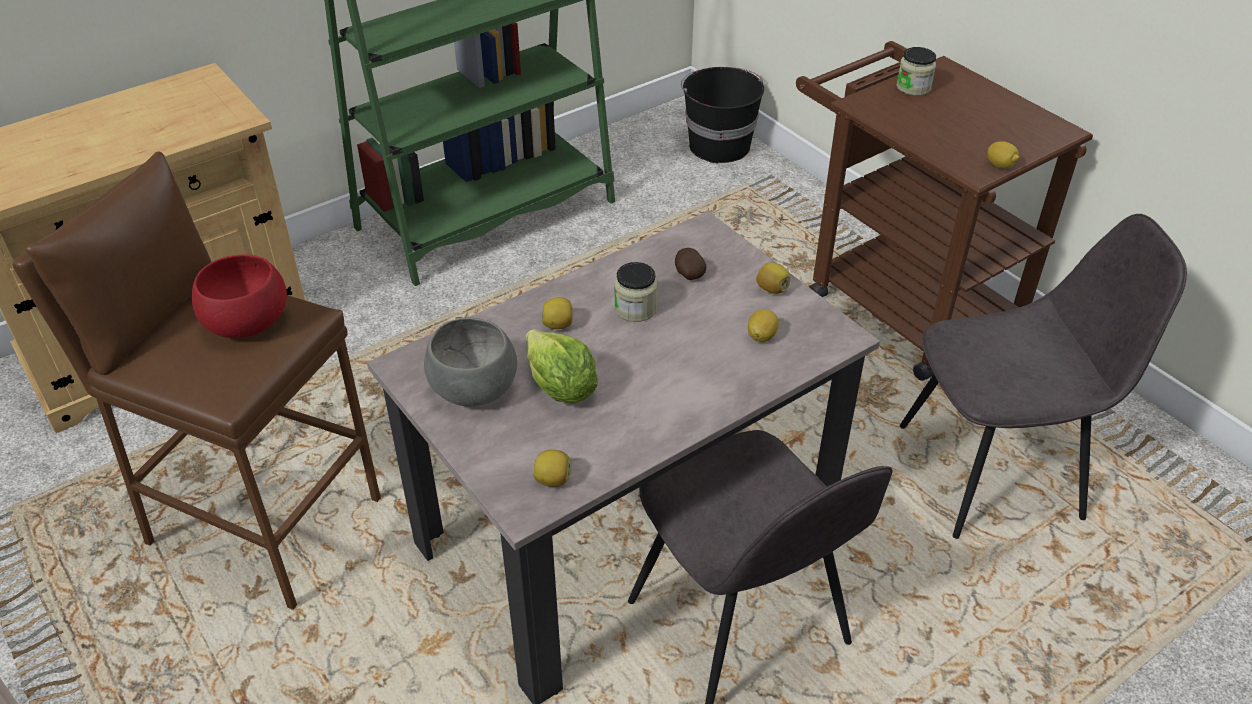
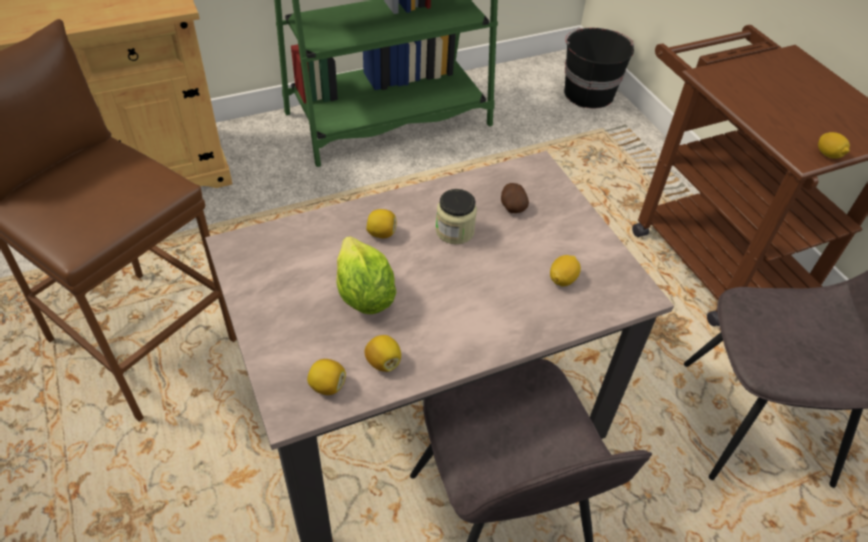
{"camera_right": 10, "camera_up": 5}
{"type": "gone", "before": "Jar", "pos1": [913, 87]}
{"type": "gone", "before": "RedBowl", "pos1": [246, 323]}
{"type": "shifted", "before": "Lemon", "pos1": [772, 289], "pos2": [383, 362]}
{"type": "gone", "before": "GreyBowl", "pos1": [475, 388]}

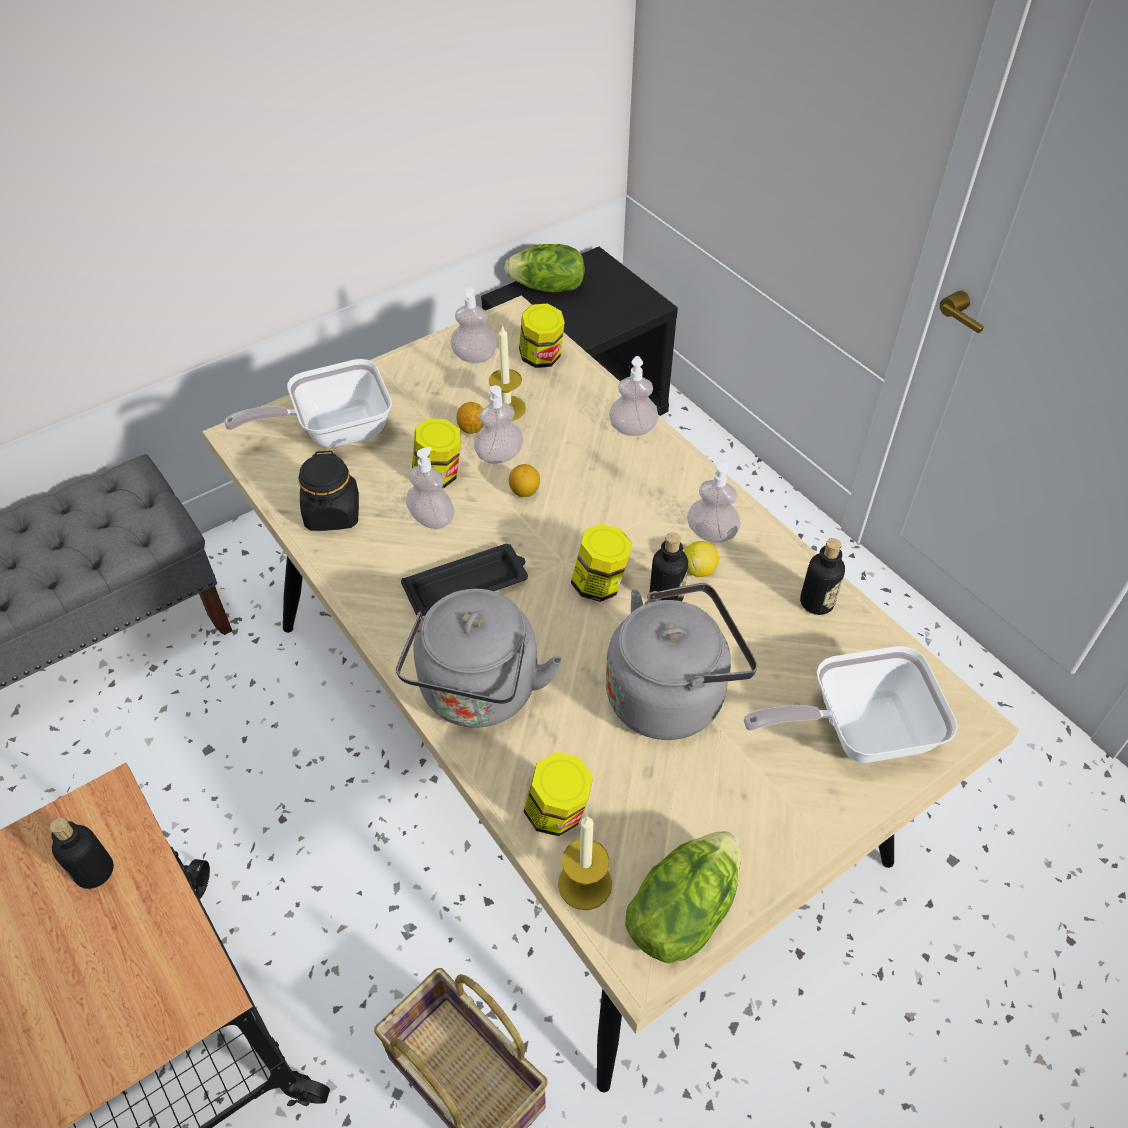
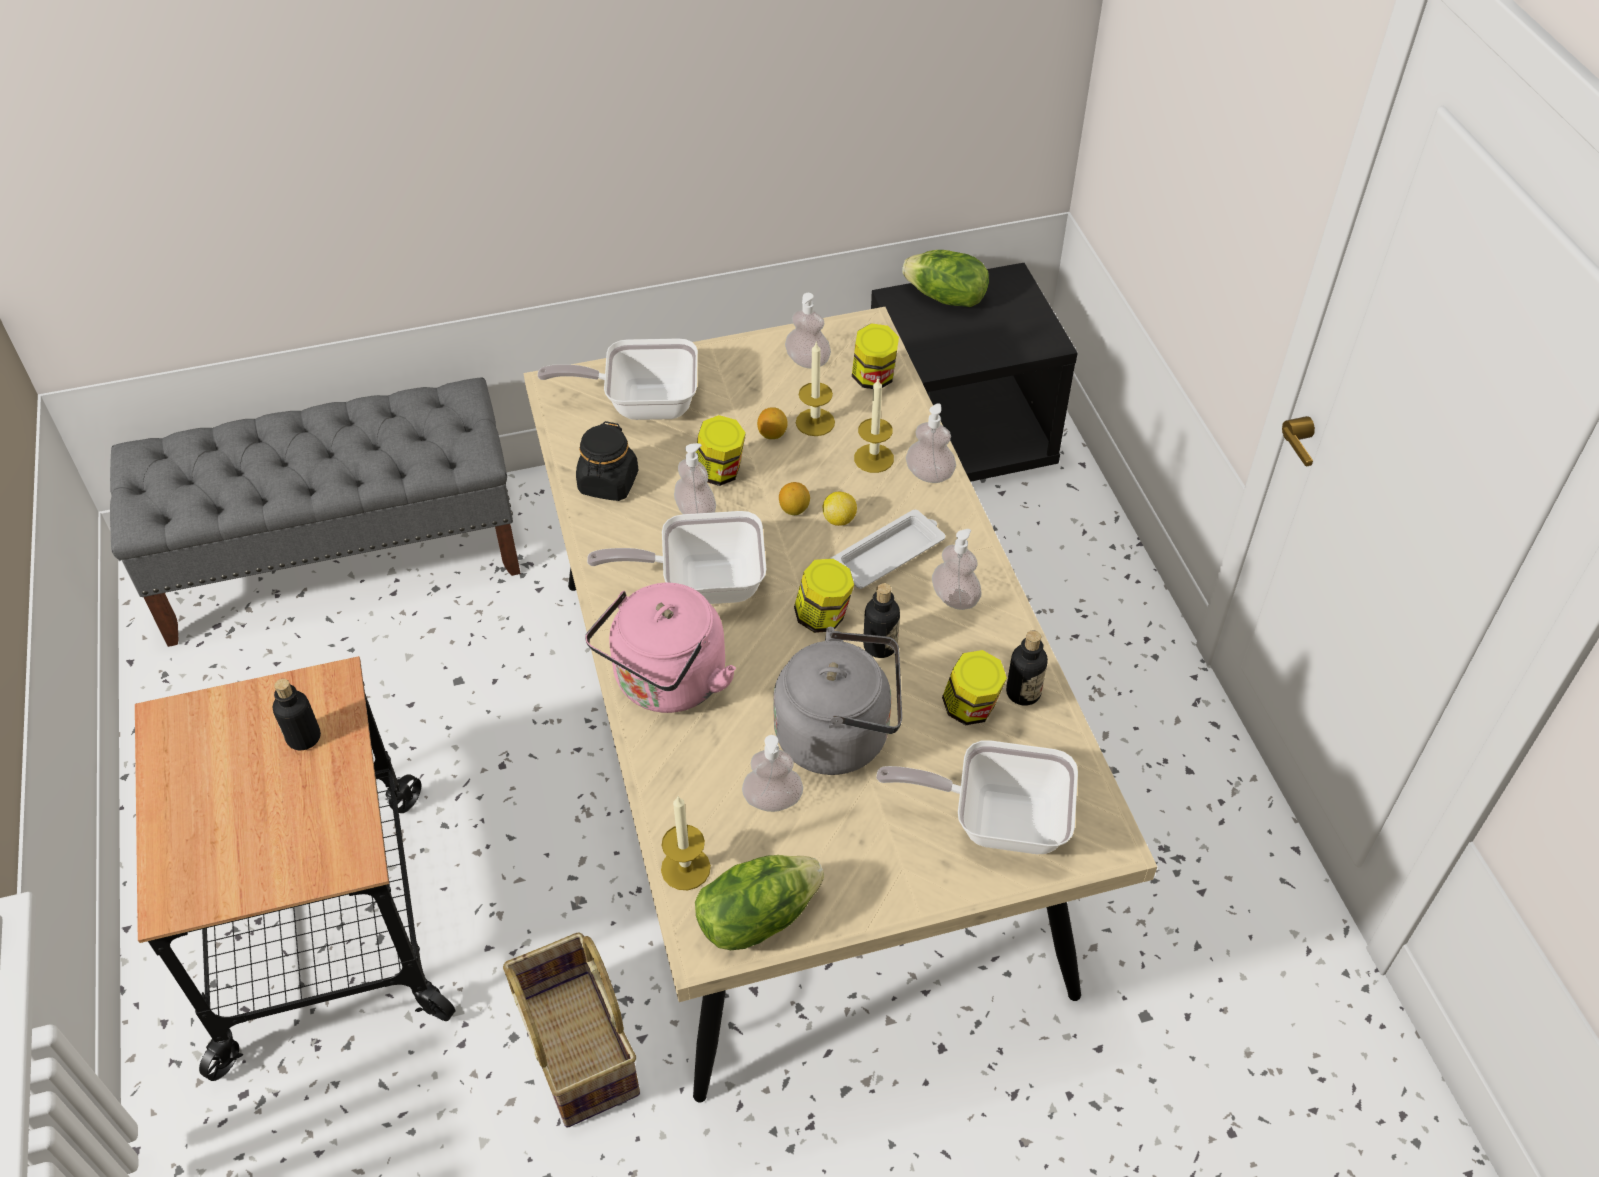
{"camera_right": 20, "camera_up": 0}
{"type": "shifted", "before": "SoapDispenser", "pos1": [499, 456], "pos2": [772, 800]}
{"type": "shifted", "before": "Lemon", "pos1": [699, 569], "pos2": [839, 519]}
{"type": "swapped", "before": "BlackTray", "after": "FryingPan", "pos1": [468, 585], "pos2": [701, 583]}
{"type": "repainted", "before": "GreyKettle", "after": "PinkKettle", "pos1": [478, 695], "pos2": [667, 684]}
{"type": "shifted", "before": "Jar", "pos1": [557, 813], "pos2": [971, 708]}
{"type": "new", "after": "Candle", "pos2": [873, 458]}
{"type": "new", "after": "WhiteTray", "pos2": [889, 554]}

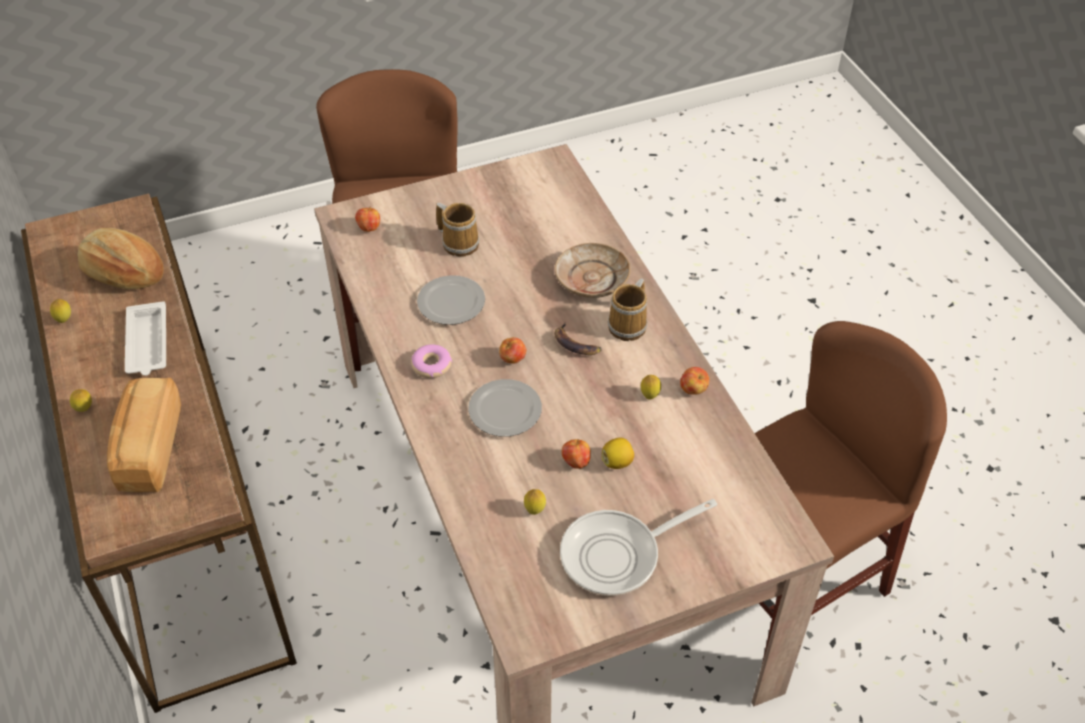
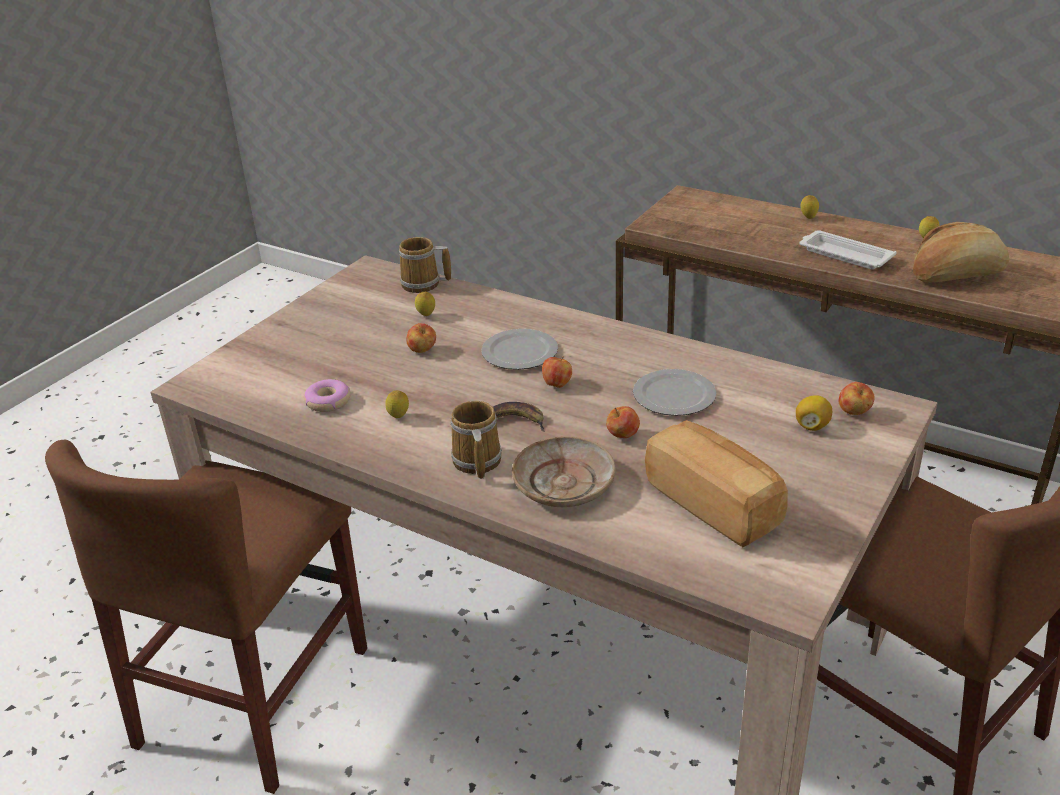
{"camera_right": 145, "camera_up": -15}
{"type": "shifted", "before": "Mug", "pos1": [459, 242], "pos2": [423, 284]}
{"type": "shifted", "before": "Donut", "pos1": [431, 365], "pos2": [328, 401]}
{"type": "shifted", "before": "Apple", "pos1": [693, 390], "pos2": [623, 436]}
{"type": "shifted", "before": "Bread", "pos1": [148, 449], "pos2": [714, 504]}
{"type": "shifted", "before": "Lemon", "pos1": [617, 462], "pos2": [812, 426]}
{"type": "gone", "before": "FryingPan", "pos1": [618, 555]}

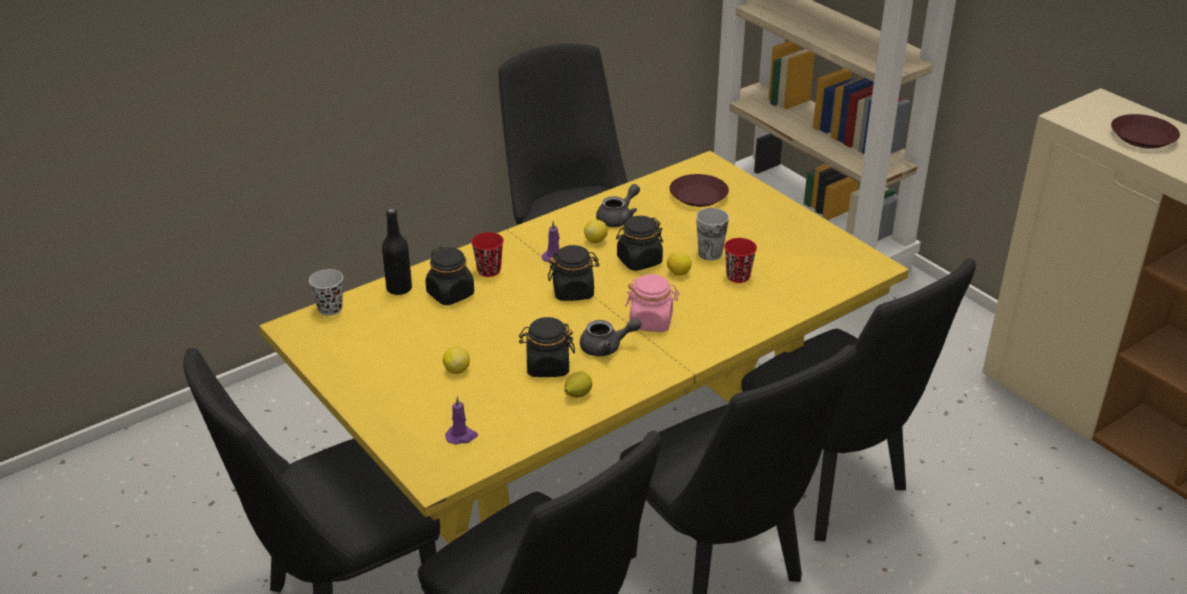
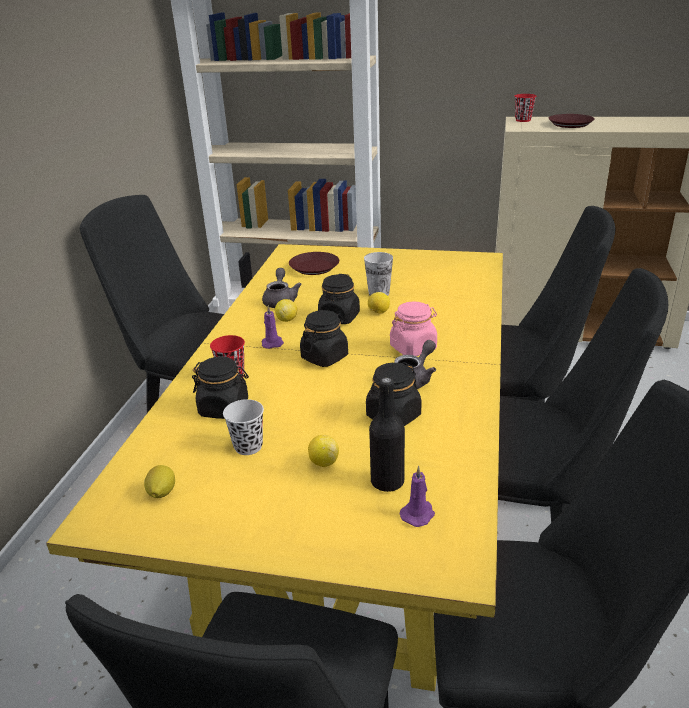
{"camera_right": -40, "camera_up": -5}
{"type": "shifted", "before": "BlackBottle", "pos1": [399, 289], "pos2": [387, 482]}
{"type": "shifted", "before": "RedCup", "pos1": [738, 276], "pos2": [523, 120]}
{"type": "shifted", "before": "BlackCup", "pos1": [330, 309], "pos2": [248, 446]}
{"type": "shifted", "before": "Lemon", "pos1": [577, 394], "pos2": [161, 493]}

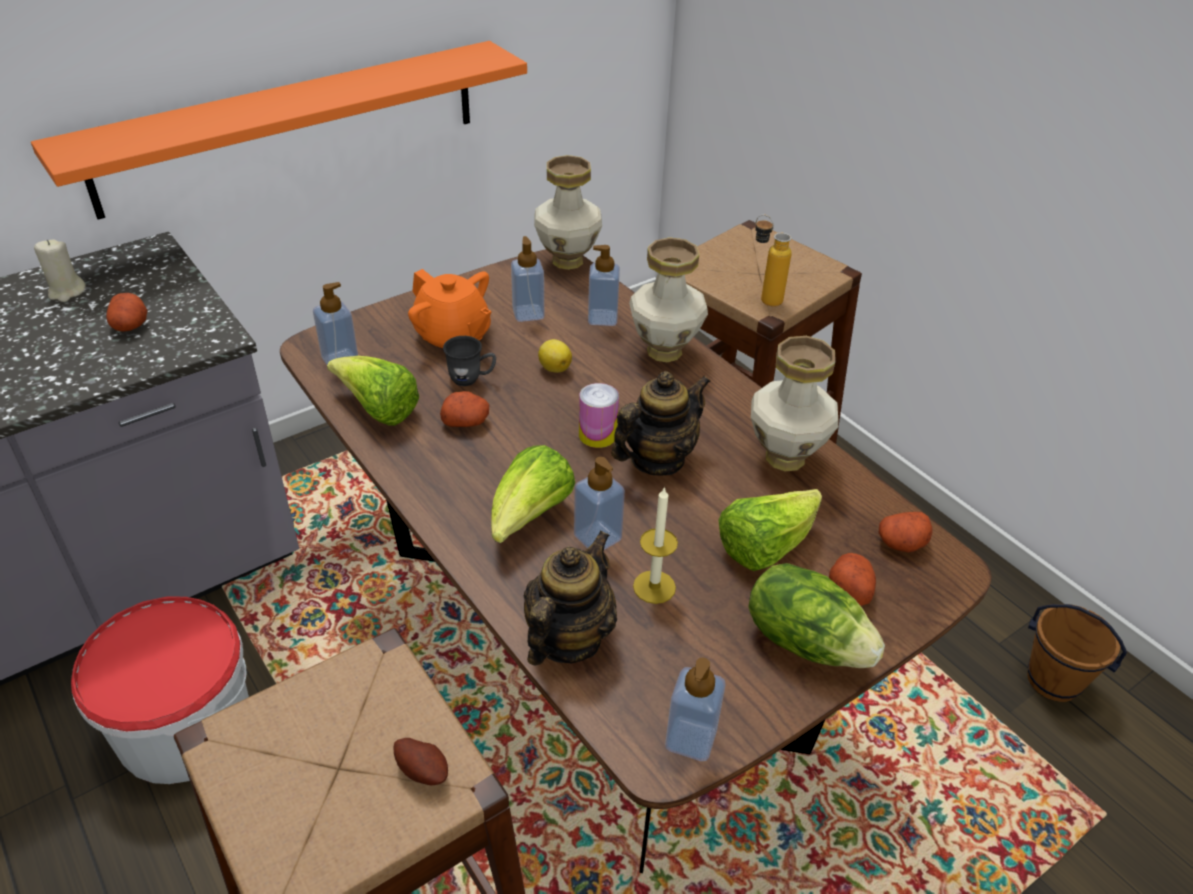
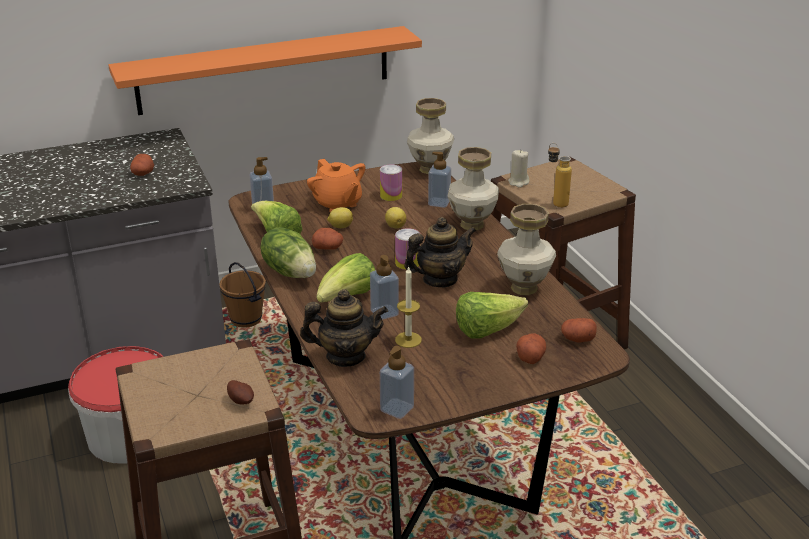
{"camera_right": 15, "camera_up": -10}
{"type": "swapped", "before": "SoapDispenser", "after": "Can", "pos1": [528, 313], "pos2": [391, 196]}
{"type": "shifted", "before": "BeigeCandle", "pos1": [66, 292], "pos2": [518, 182]}
{"type": "swapped", "before": "GreyMug", "after": "Lemon", "pos1": [471, 379], "pos2": [340, 226]}
{"type": "rotated", "before": "Teapot", "pos1": [567, 639], "pos2": [345, 356], "turn": 45}
{"type": "shifted", "before": "Lettuce", "pos1": [806, 640], "pos2": [290, 271]}
{"type": "shifted", "before": "BrownBucket", "pos1": [1052, 682], "pos2": [245, 320]}

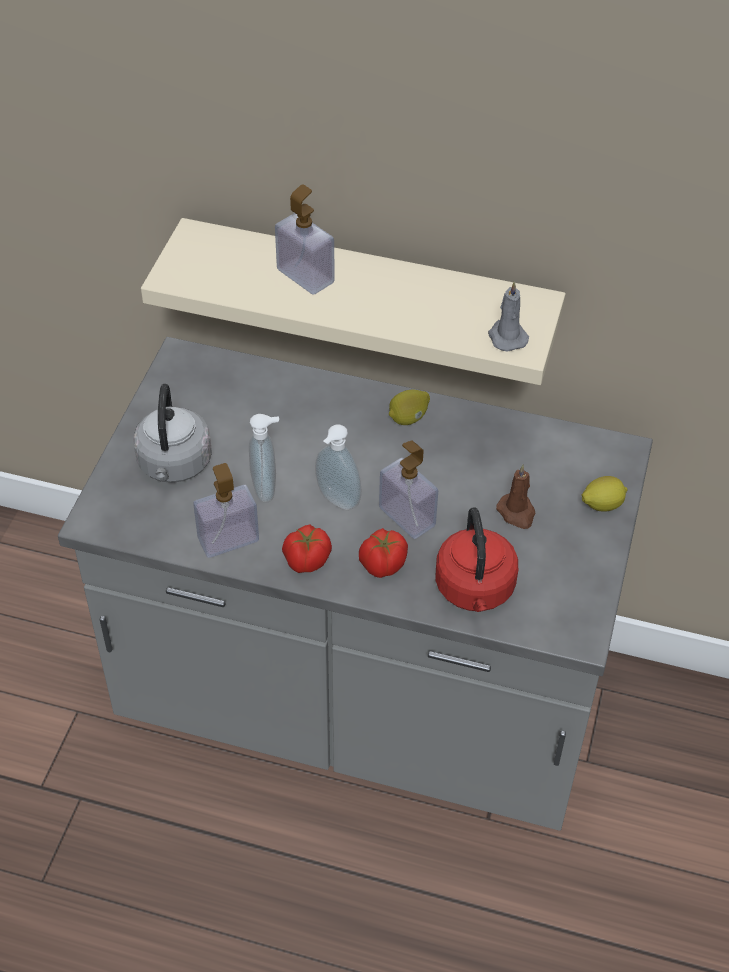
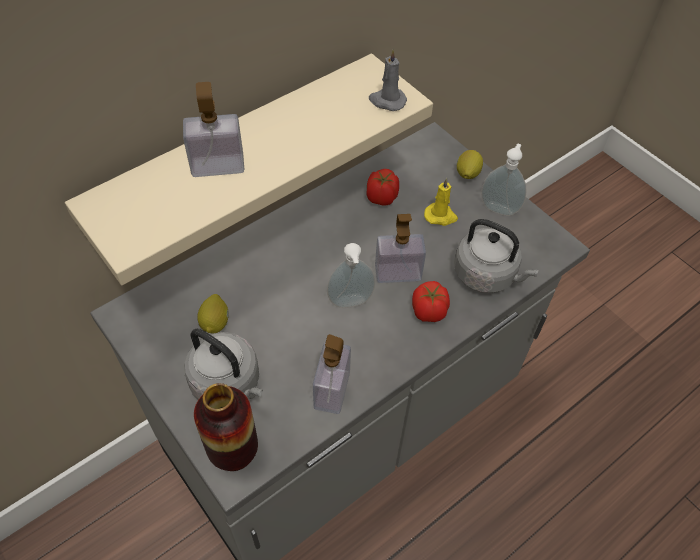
{"camera_right": -55, "camera_up": 5}
{"type": "shifted", "before": "Lemon", "pos1": [408, 418], "pos2": [215, 322]}
{"type": "shifted", "before": "SoapDispenser", "pos1": [267, 488], "pos2": [499, 208]}
{"type": "repainted", "before": "BrownCandle", "after": "YellowCandle", "pos1": [517, 513], "pos2": [441, 216]}
{"type": "repainted", "before": "RedKettle", "after": "GreyKettle", "pos1": [475, 590], "pos2": [487, 275]}
{"type": "shifted", "before": "Tomato", "pos1": [306, 561], "pos2": [381, 197]}
{"type": "new", "after": "Vase", "pos2": [233, 451]}

